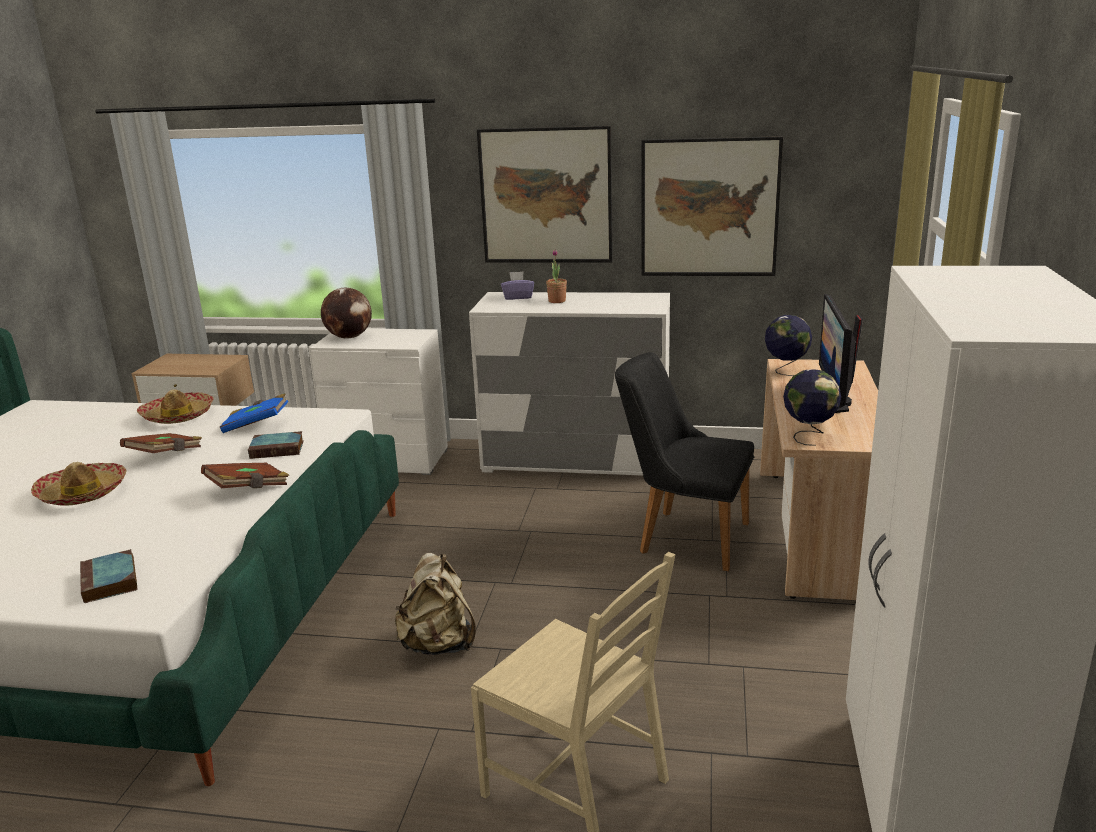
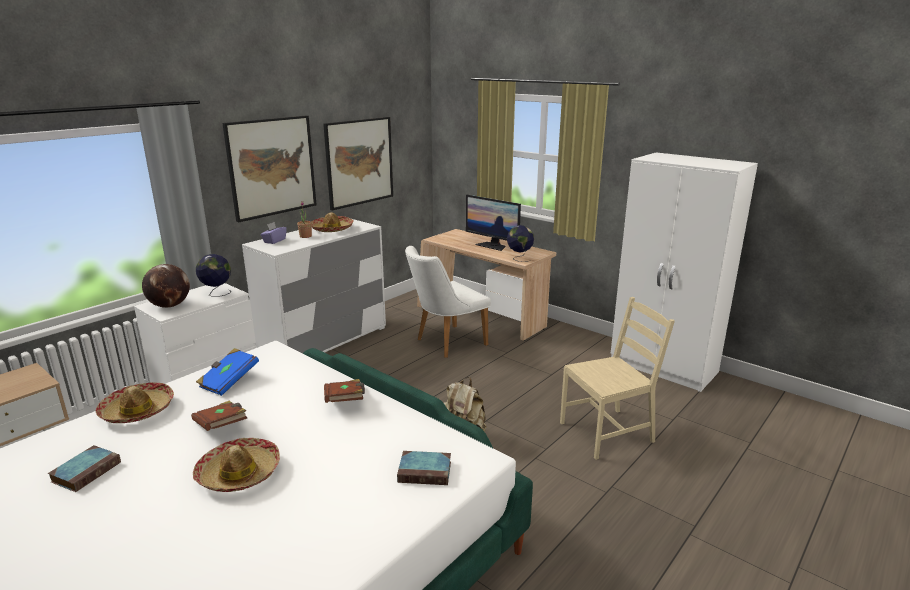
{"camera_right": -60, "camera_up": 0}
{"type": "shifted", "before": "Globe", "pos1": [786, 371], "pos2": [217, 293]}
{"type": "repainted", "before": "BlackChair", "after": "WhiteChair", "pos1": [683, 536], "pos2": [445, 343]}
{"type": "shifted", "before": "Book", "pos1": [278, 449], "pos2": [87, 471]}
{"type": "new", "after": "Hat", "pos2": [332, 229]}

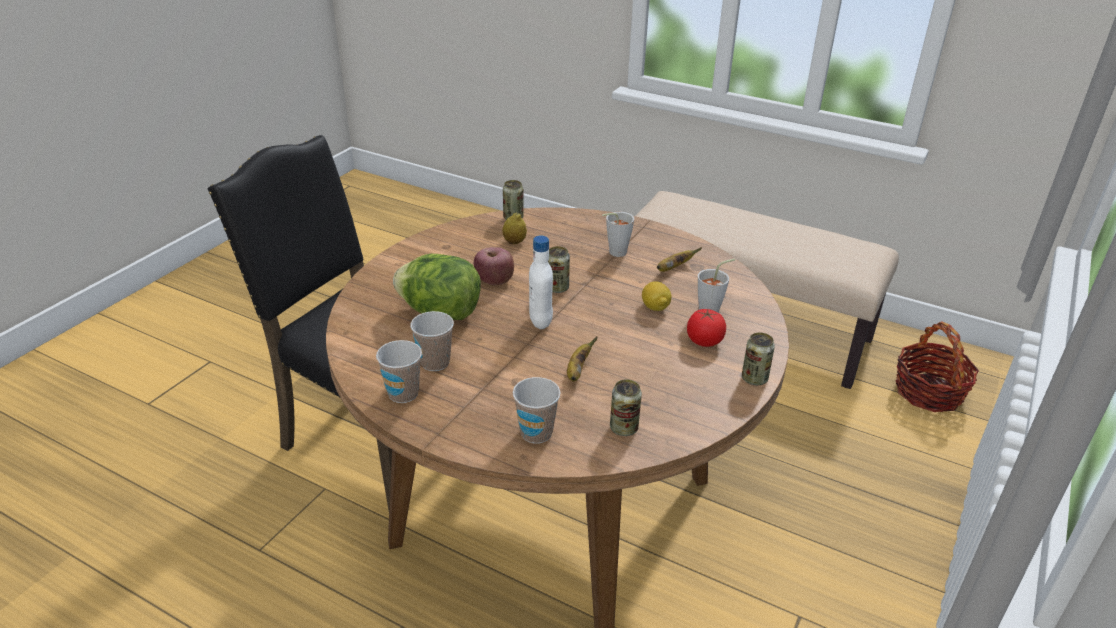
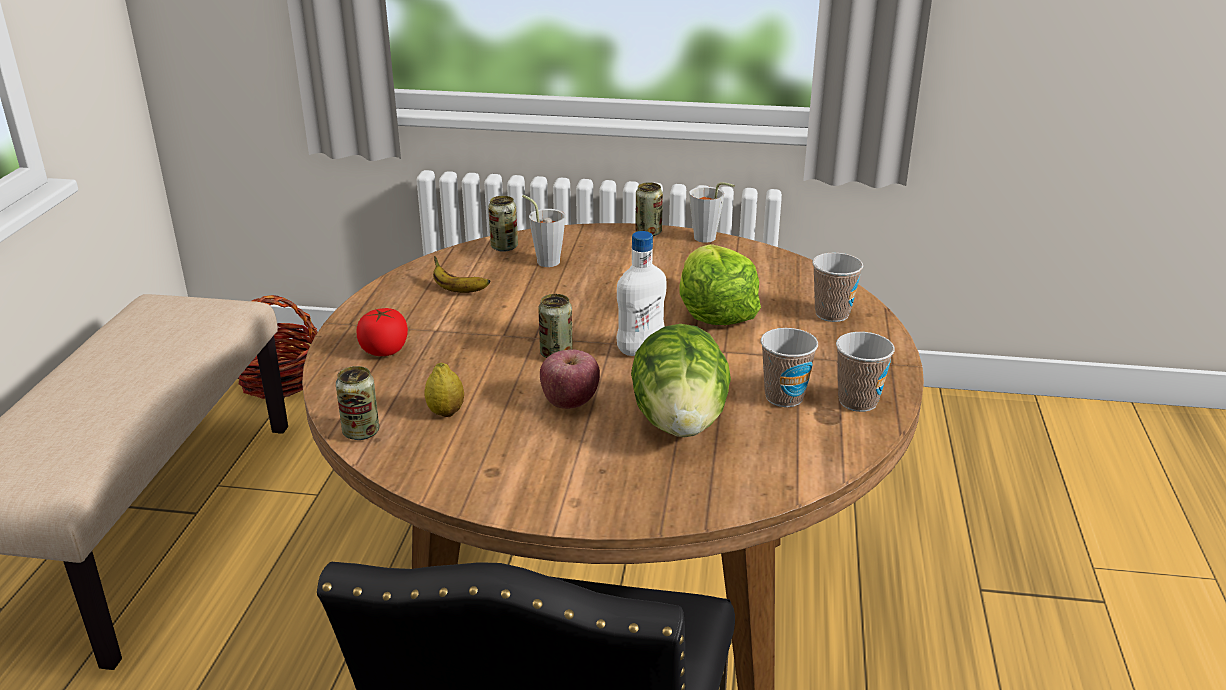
{"camera_right": -110, "camera_up": -5}
{"type": "shifted", "before": "GreyCup", "pos1": [614, 253], "pos2": [709, 239]}
{"type": "gone", "before": "Lemon", "pos1": [655, 307]}
{"type": "shifted", "before": "Tomato", "pos1": [704, 341], "pos2": [384, 350]}
{"type": "swapped", "before": "Banana", "after": "Lettuce", "pos1": [577, 370], "pos2": [714, 312]}
{"type": "shifted", "before": "Can", "pos1": [624, 428], "pos2": [504, 247]}

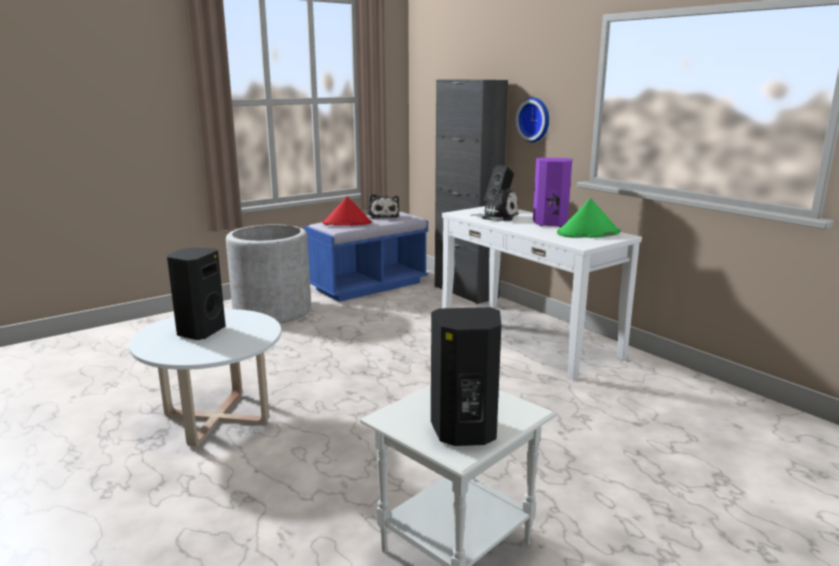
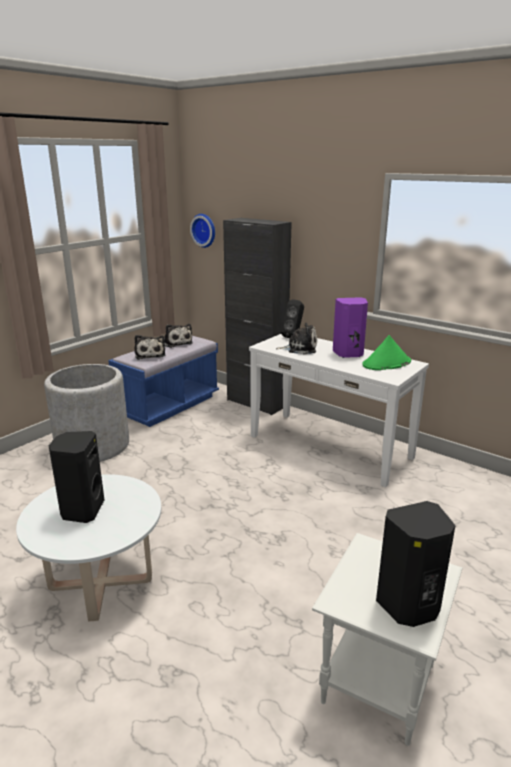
{"camera_right": -15, "camera_up": 5}
{"type": "shifted", "before": "WallClock", "pos1": [535, 119], "pos2": [204, 230]}
{"type": "swapped", "before": "RedHat", "after": "PlushToy", "pos1": [347, 223], "pos2": [150, 355]}

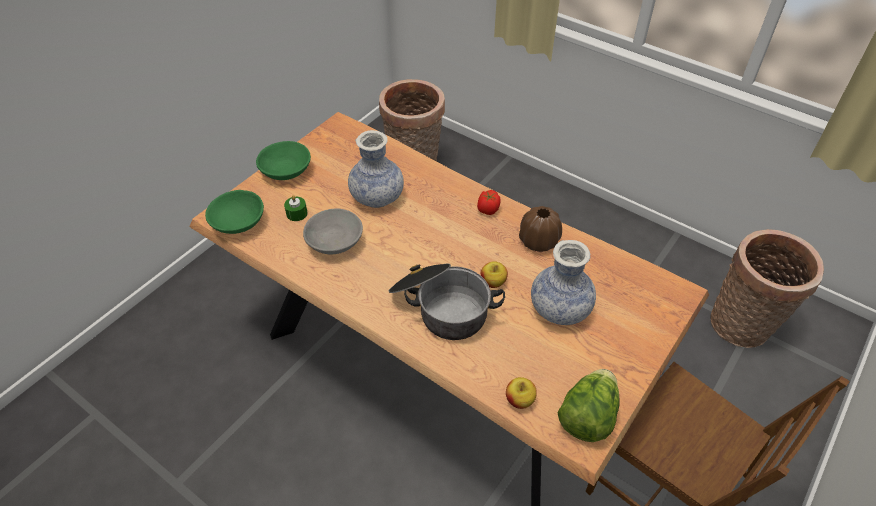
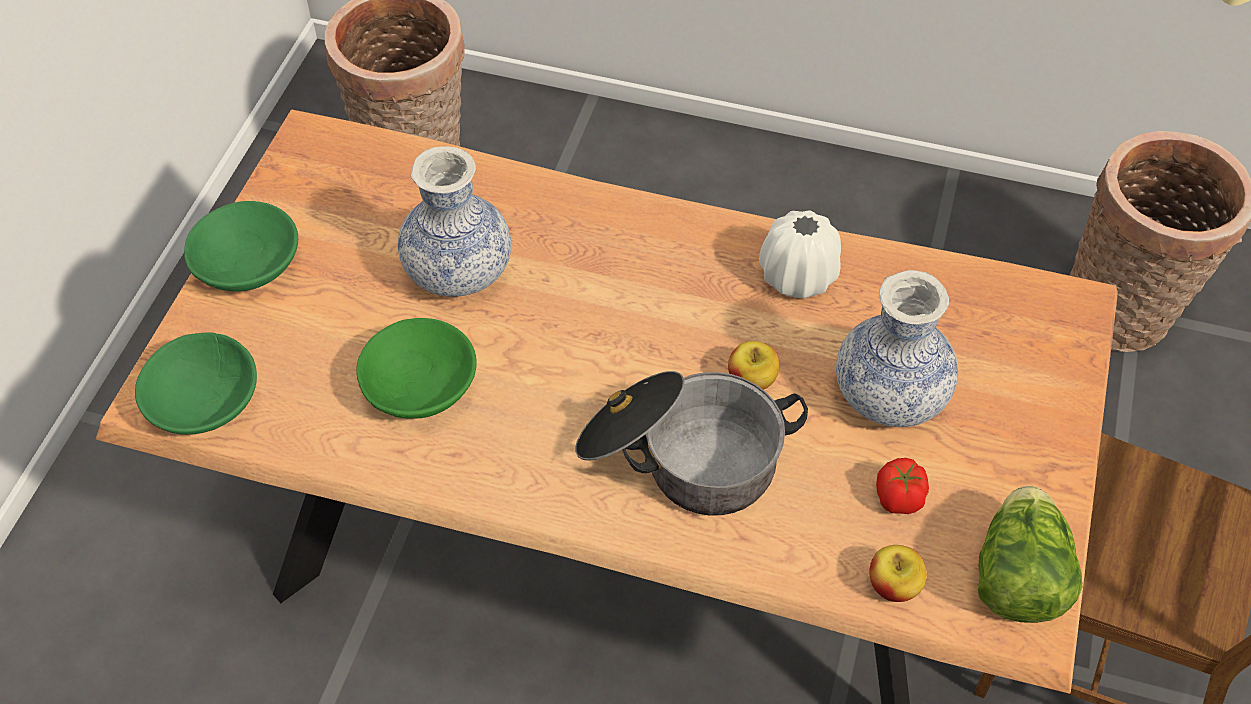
{"camera_right": -20, "camera_up": 5}
{"type": "shifted", "before": "Tomato", "pos1": [487, 209], "pos2": [898, 498]}
{"type": "gone", "before": "GreenCandle", "pos1": [297, 213]}
{"type": "repainted", "before": "BrownVase", "after": "WhiteVase", "pos1": [538, 241], "pos2": [797, 276]}
{"type": "repainted", "before": "GreyBowl", "after": "GreenBowl", "pos1": [334, 243], "pos2": [419, 389]}

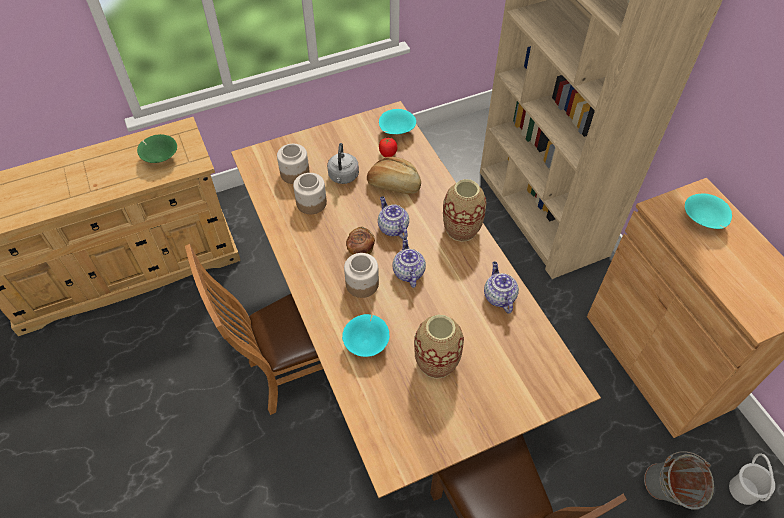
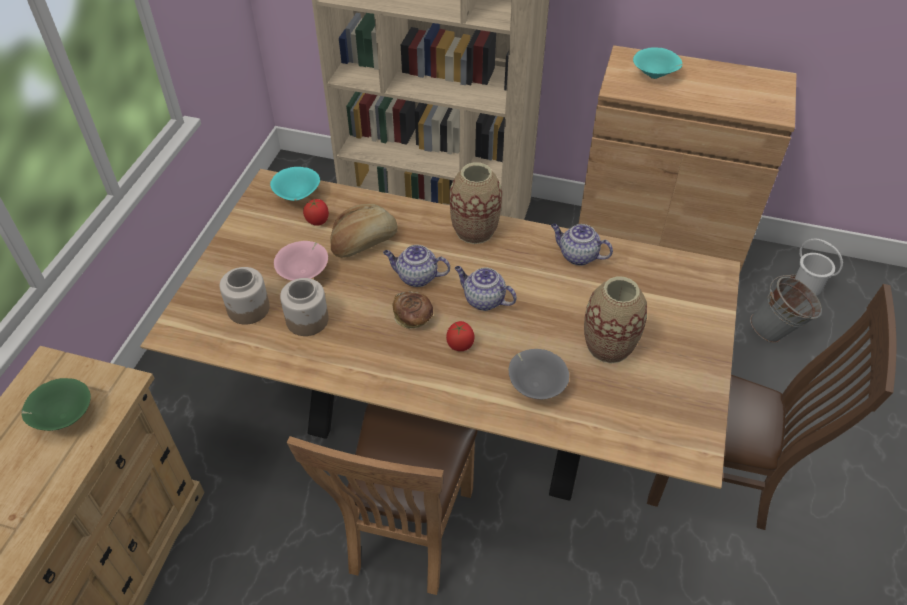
{"camera_right": -50, "camera_up": -5}
{"type": "swapped", "before": "GreyKettle", "after": "PinkBowl", "pos1": [343, 177], "pos2": [304, 273]}
{"type": "swapped", "before": "Jar", "after": "Tomato", "pos1": [361, 284], "pos2": [460, 345]}
{"type": "repainted", "before": "TurquoiseBowl", "after": "GreyBowl", "pos1": [367, 342], "pos2": [535, 385]}

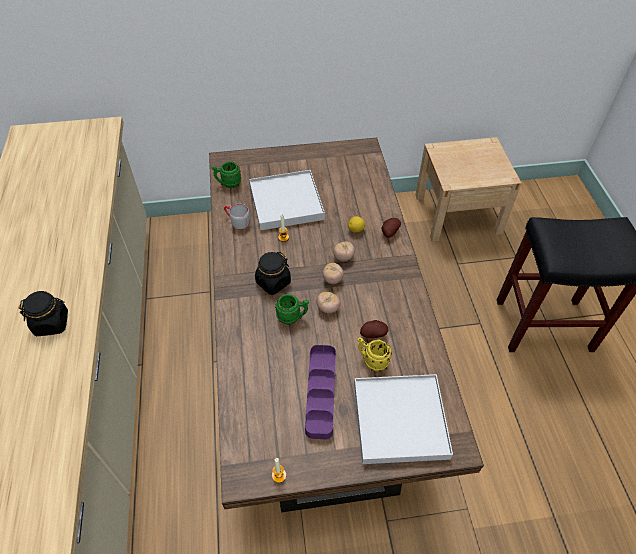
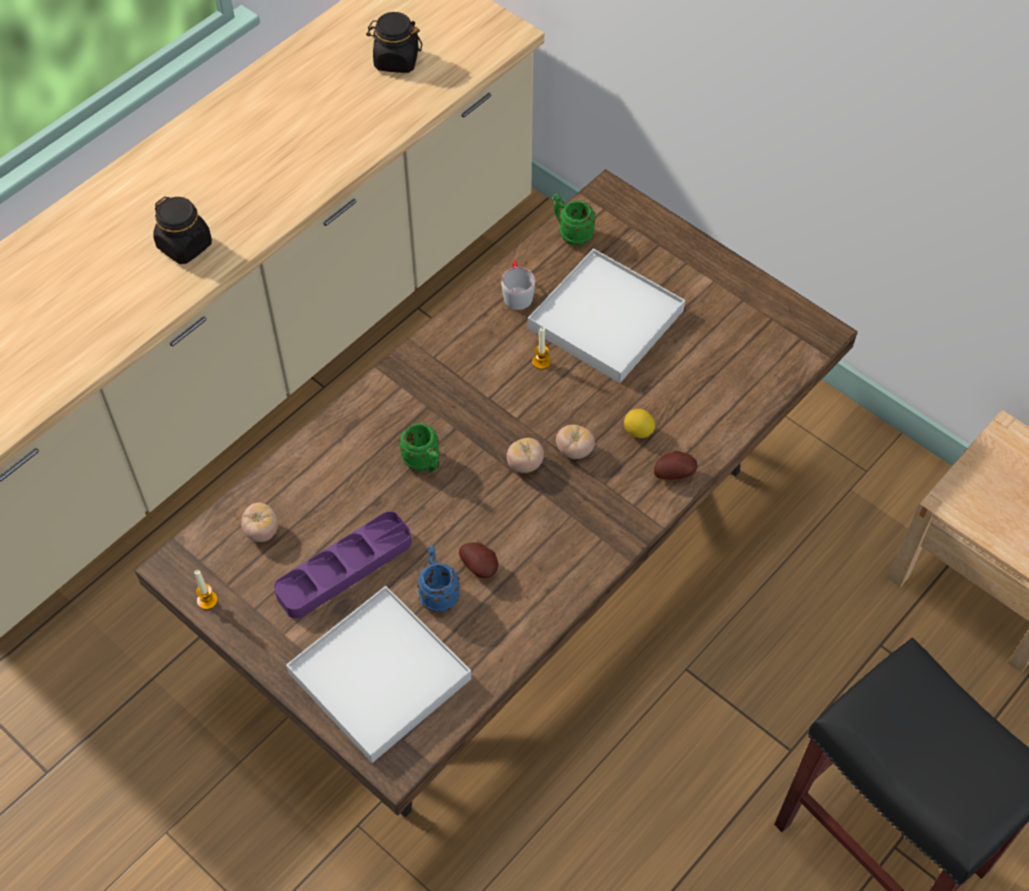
{"camera_right": 50, "camera_up": 5}
{"type": "shifted", "before": "BlackJar", "pos1": [273, 282], "pos2": [396, 60]}
{"type": "shifted", "before": "Tomato", "pos1": [328, 308], "pos2": [262, 531]}
{"type": "repainted", "before": "YellowMug", "after": "BlueMug", "pos1": [372, 361], "pos2": [438, 592]}

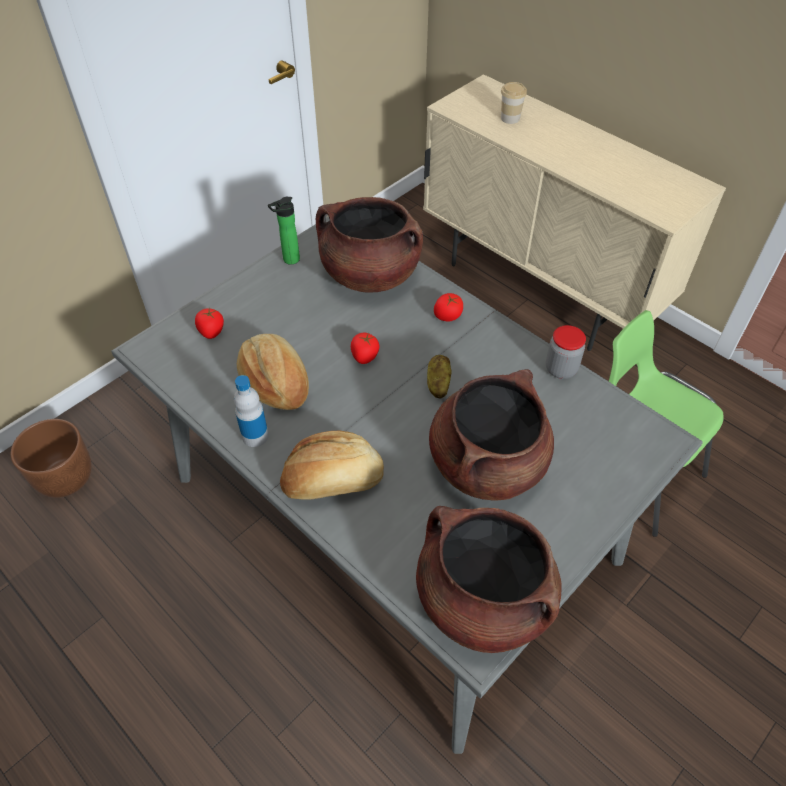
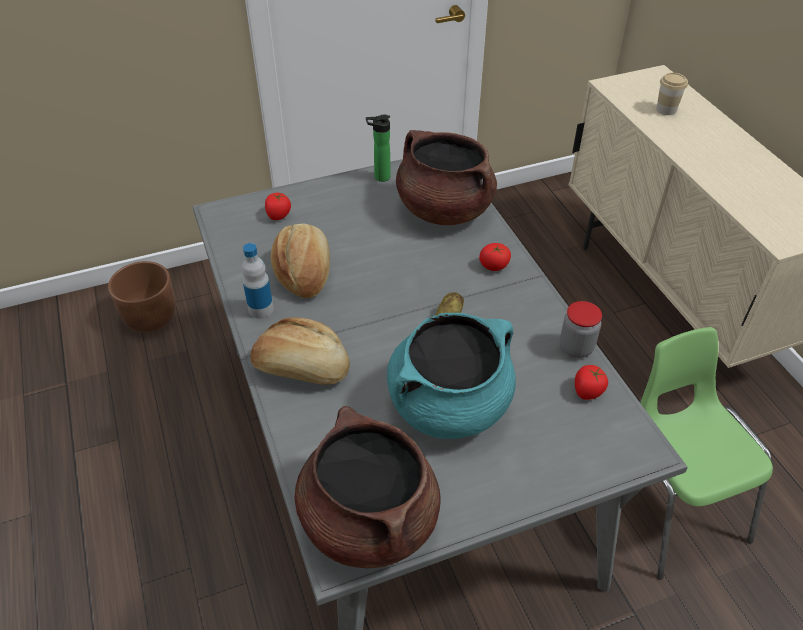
{"camera_right": 25, "camera_up": -5}
{"type": "shifted", "before": "Tomato", "pos1": [364, 356], "pos2": [587, 391]}
{"type": "repainted", "before": "BrownCookingPot", "after": "TurquoiseCookingPot", "pos1": [487, 463], "pos2": [449, 405]}

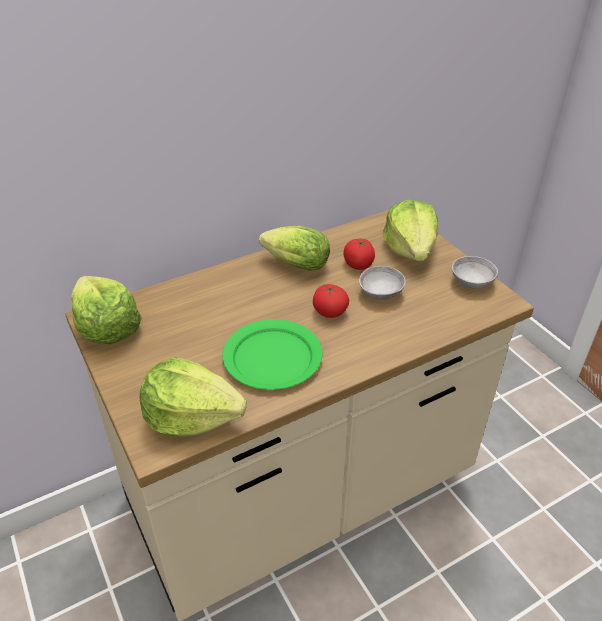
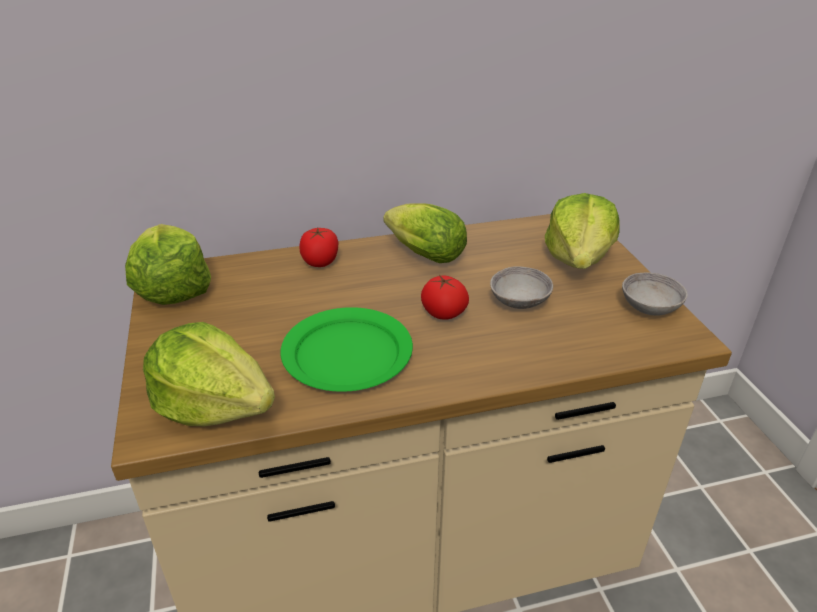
{"camera_right": 15, "camera_up": -5}
{"type": "shifted", "before": "Tomato", "pos1": [358, 264], "pos2": [320, 261]}

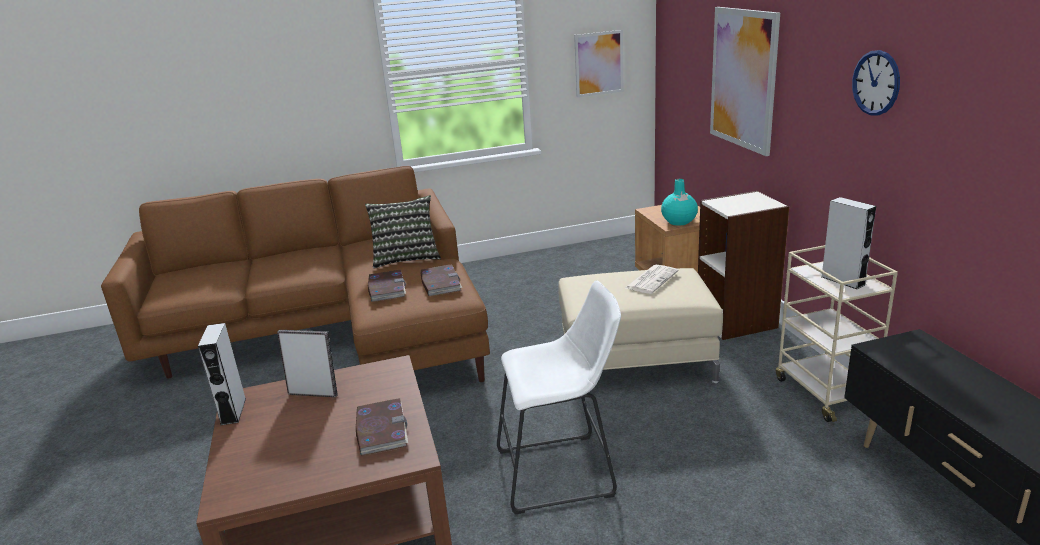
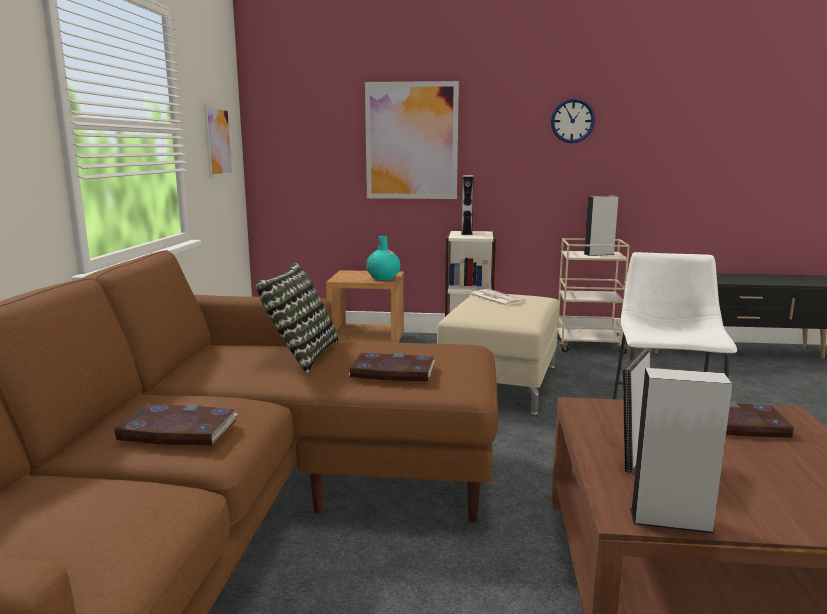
{"camera_right": -70, "camera_up": -10}
{"type": "shifted", "before": "Book", "pos1": [440, 283], "pos2": [177, 430]}
{"type": "new", "after": "GreySpeaker", "pos2": [466, 233]}

